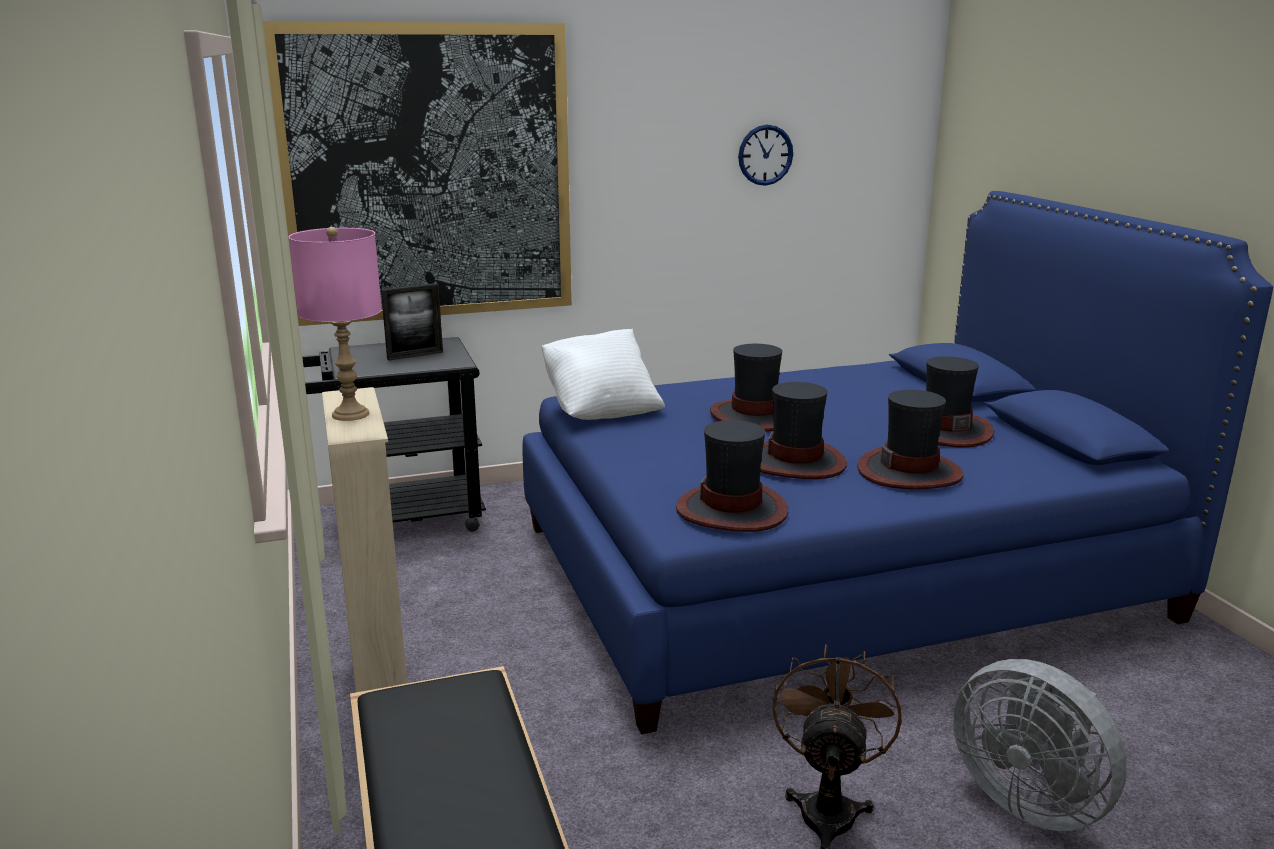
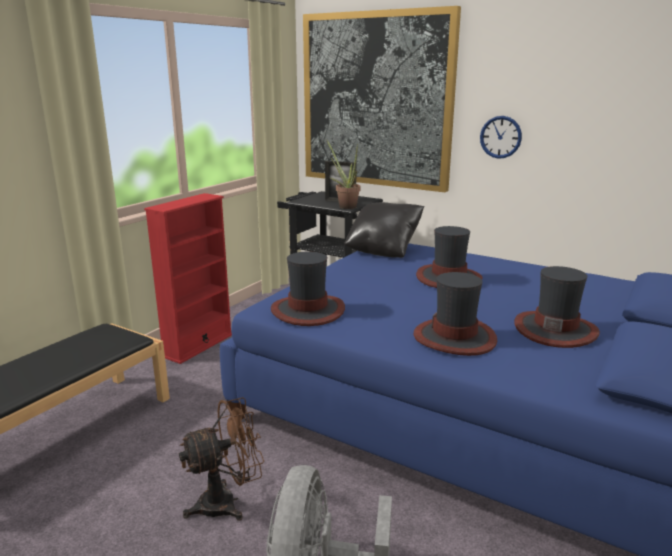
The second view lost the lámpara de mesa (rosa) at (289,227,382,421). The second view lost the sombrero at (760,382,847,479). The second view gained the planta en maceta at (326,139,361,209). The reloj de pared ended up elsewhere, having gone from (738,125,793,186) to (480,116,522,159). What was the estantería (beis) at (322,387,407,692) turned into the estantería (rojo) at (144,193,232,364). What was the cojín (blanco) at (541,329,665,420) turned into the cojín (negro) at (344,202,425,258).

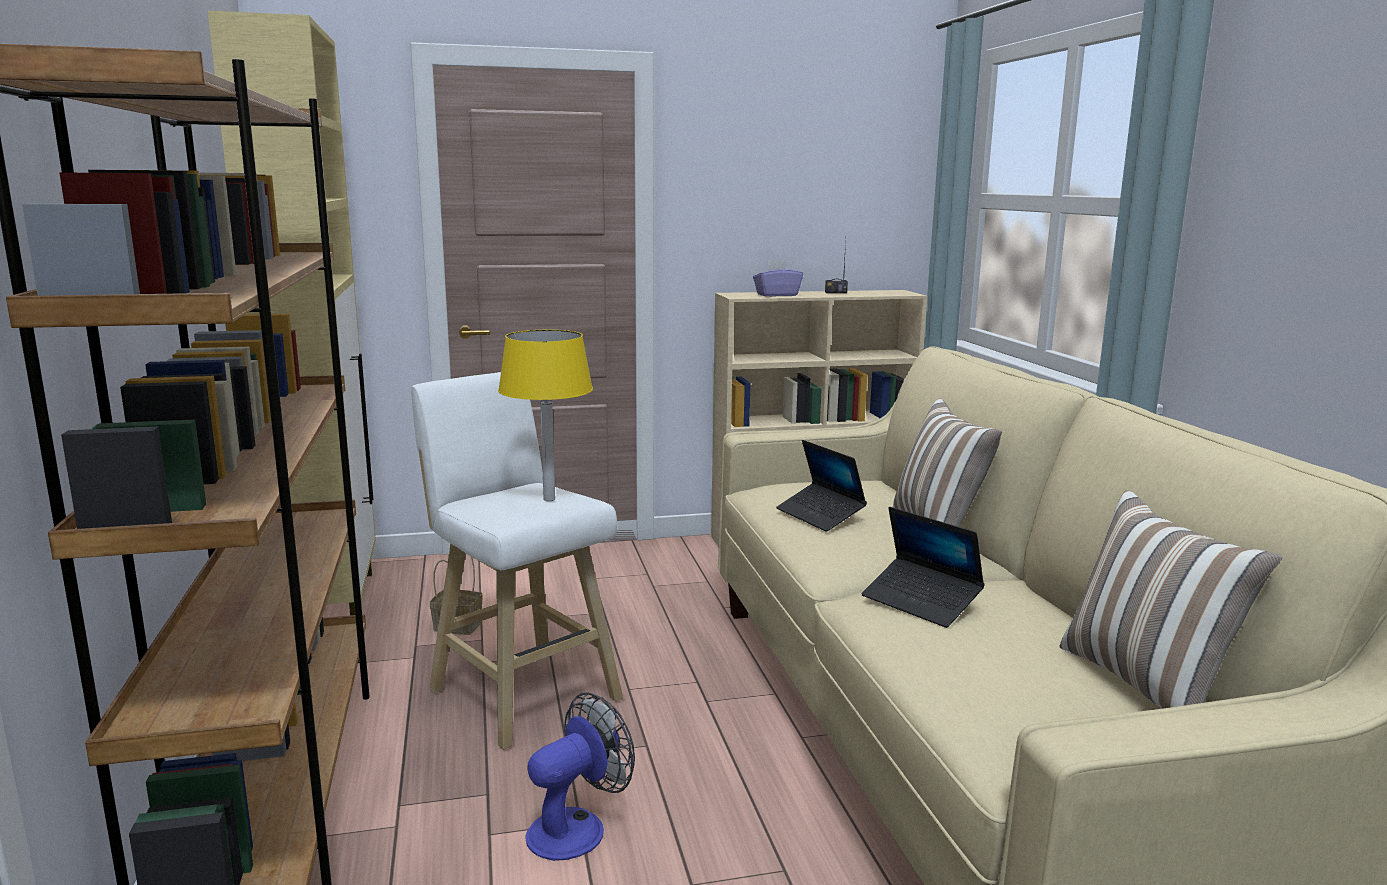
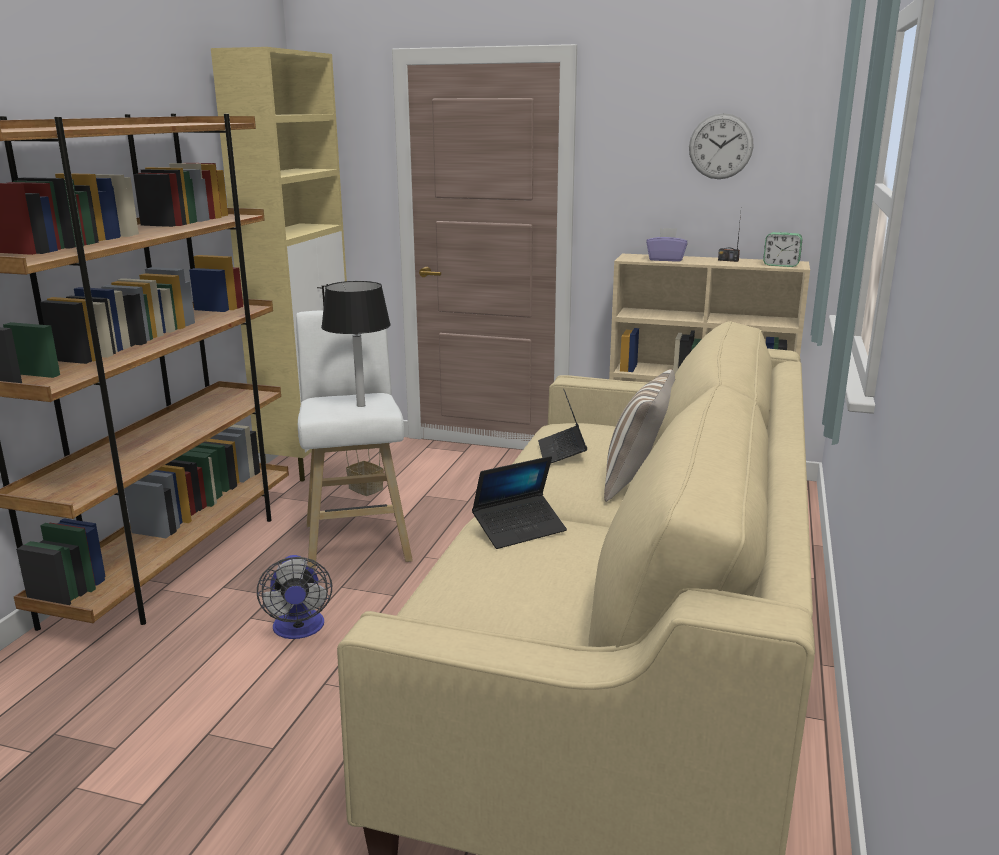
The second view lost the cojín at (1059,490,1283,709). The second view gained the reloj de pared at (689,113,753,179). The second view gained the despertador at (763,232,803,267). What was the lámpara de mesa (amarillo) at (498,330,593,501) turned into the lámpara de mesa (negro) at (321,281,391,407). The ventilador at (525,692,635,861) ended up facing another way, 90 degrees clockwise from before. The portátil at (862,507,985,628) ended up facing another way, 105 degrees counterclockwise from before.

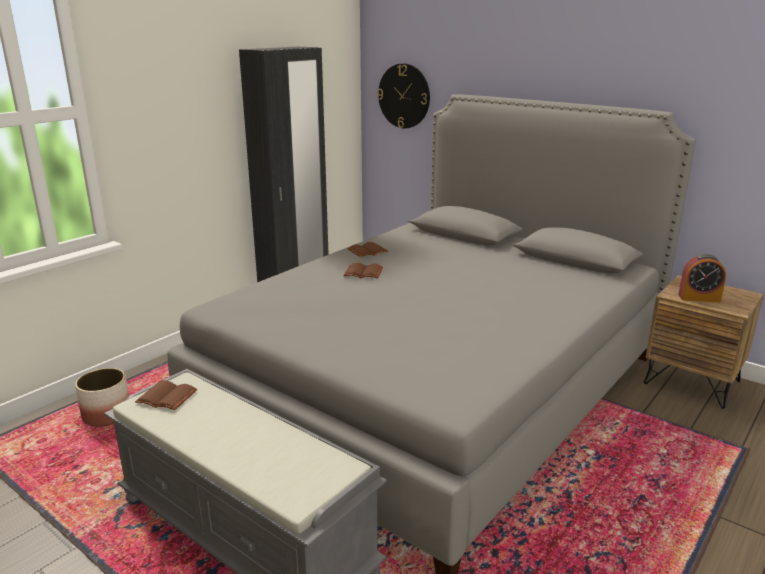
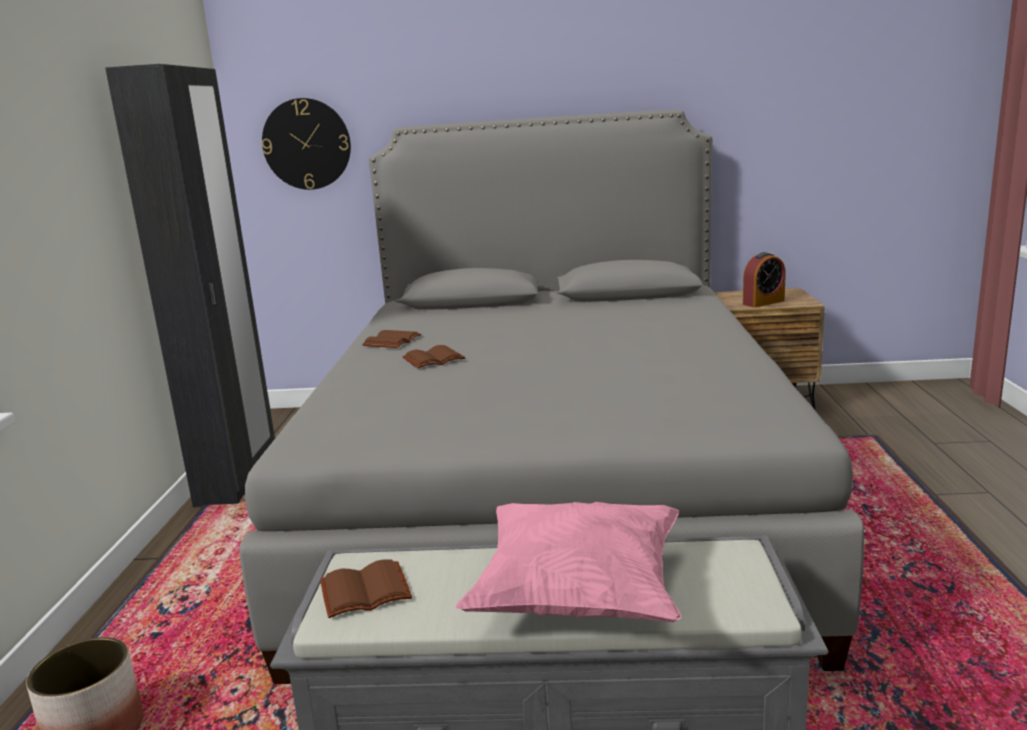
The second view gained the cojín (rosa) at (456,502,681,622).

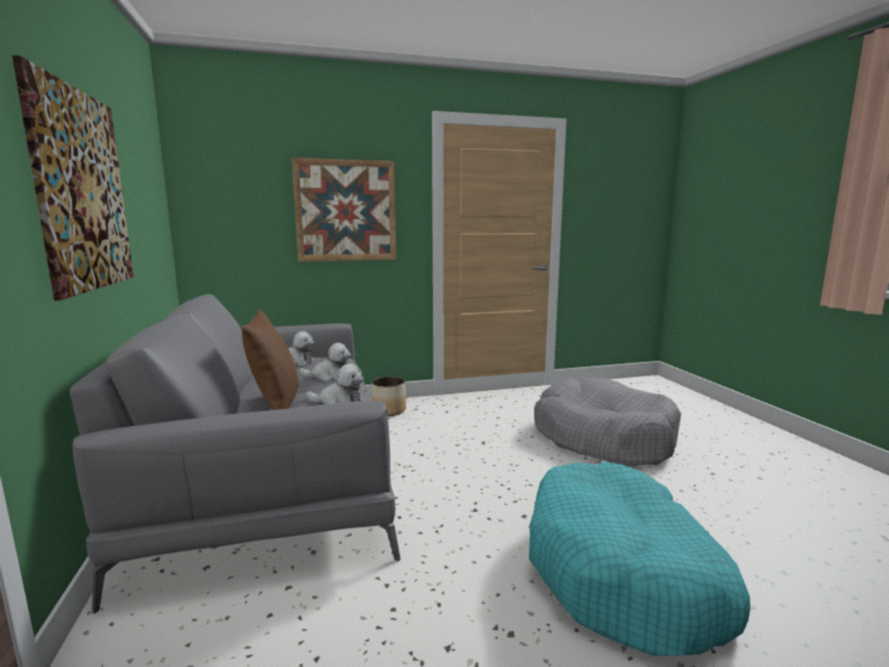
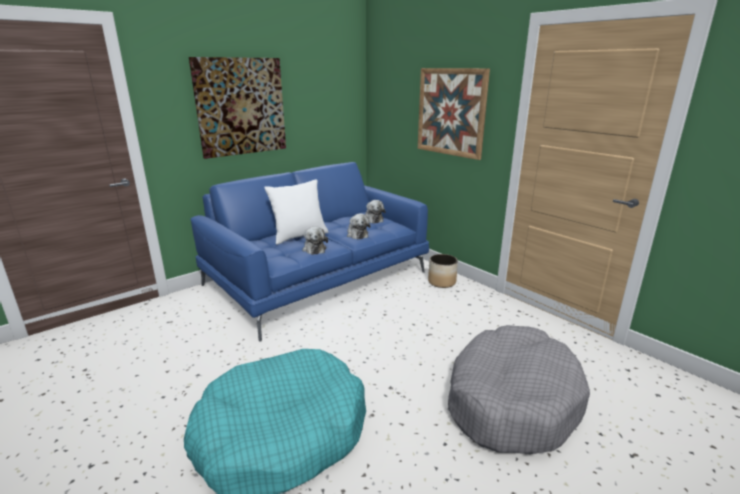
What was the sofá (gris) at (70,294,400,614) turned into the sofá (azul) at (190,162,429,341). What was the cojín (marrón) at (241,309,298,410) turned into the cojín (blanco) at (264,179,328,245).

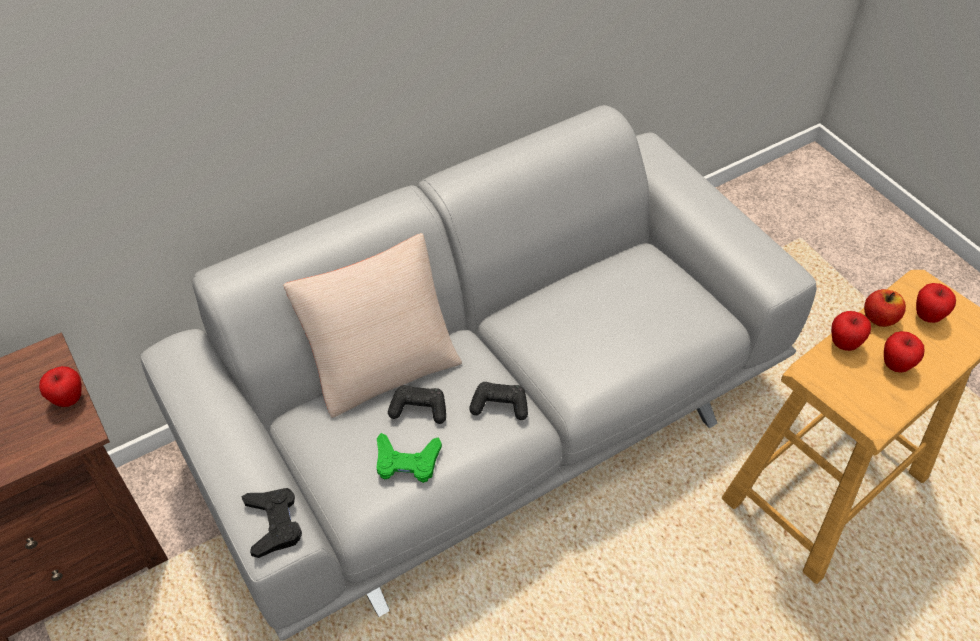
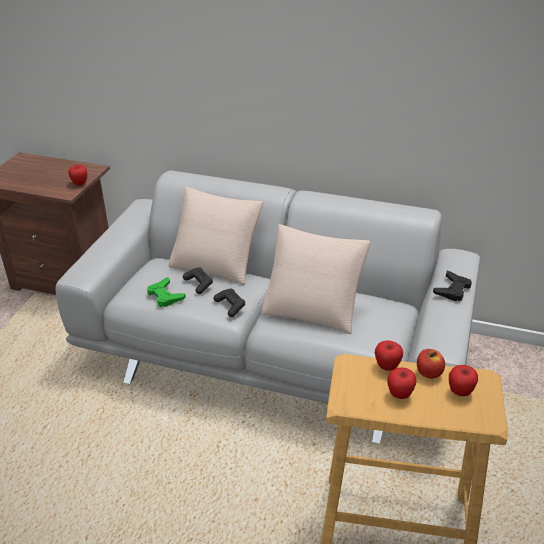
The second view gained the cojín (beis) at (261,224,370,334). The mando de consola (negro) ended up elsewhere, having gone from (241,488,302,558) to (433,271,472,301).

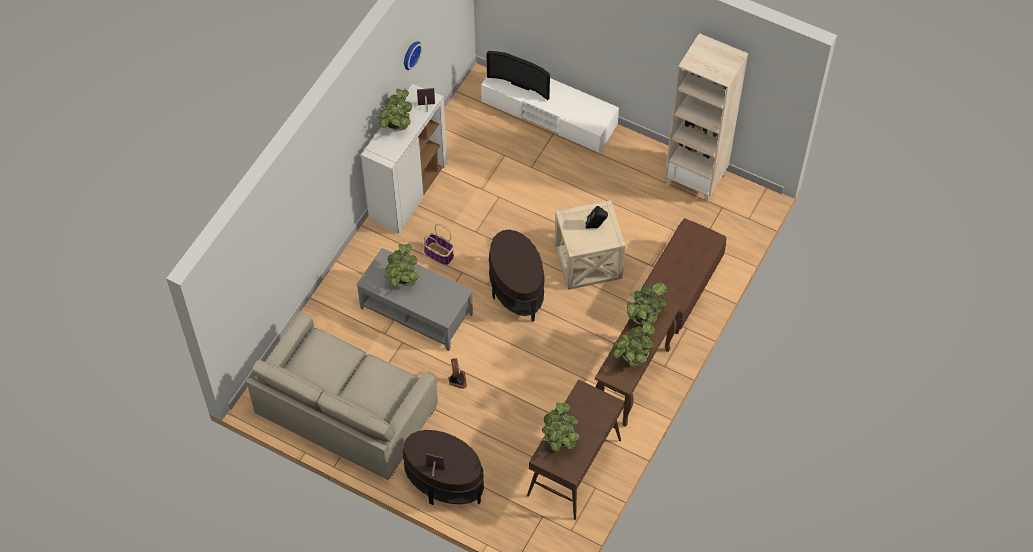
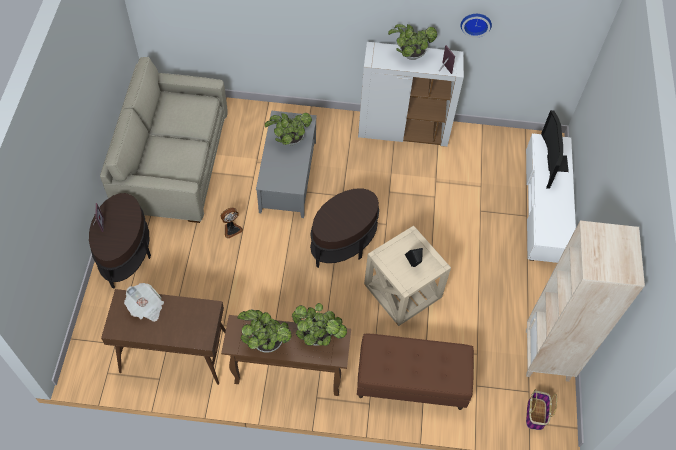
The cesta ended up elsewhere, having gone from (423,224,454,265) to (526,389,557,430). Where the planta en maceta stood at (542,403,580,452), the periódico came to stand at (124,283,164,322).

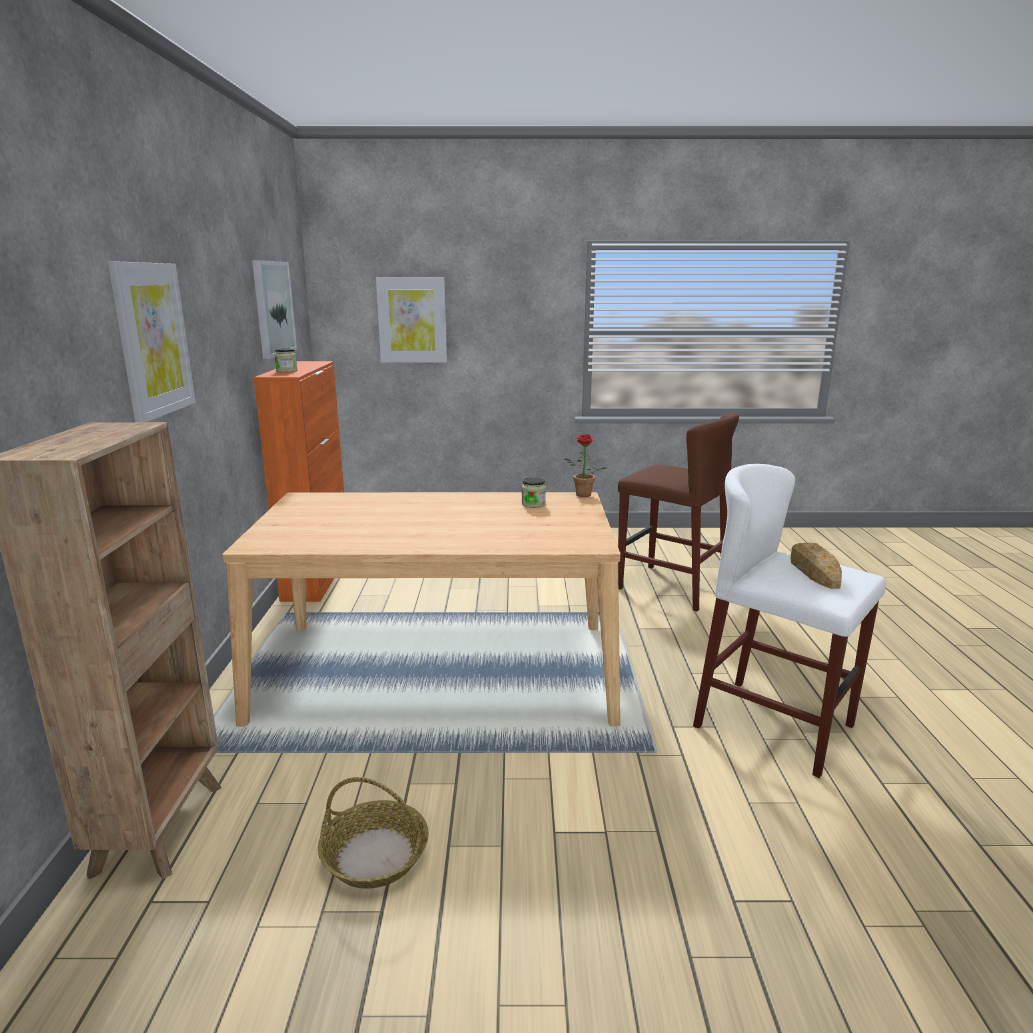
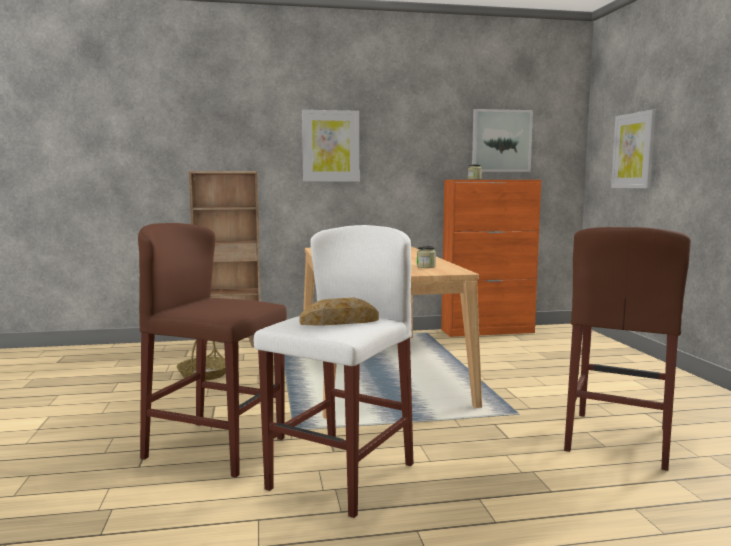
The second view lost the planta en maceta at (564,434,607,497). The second view gained the taburete (marrón) at (138,223,287,478).

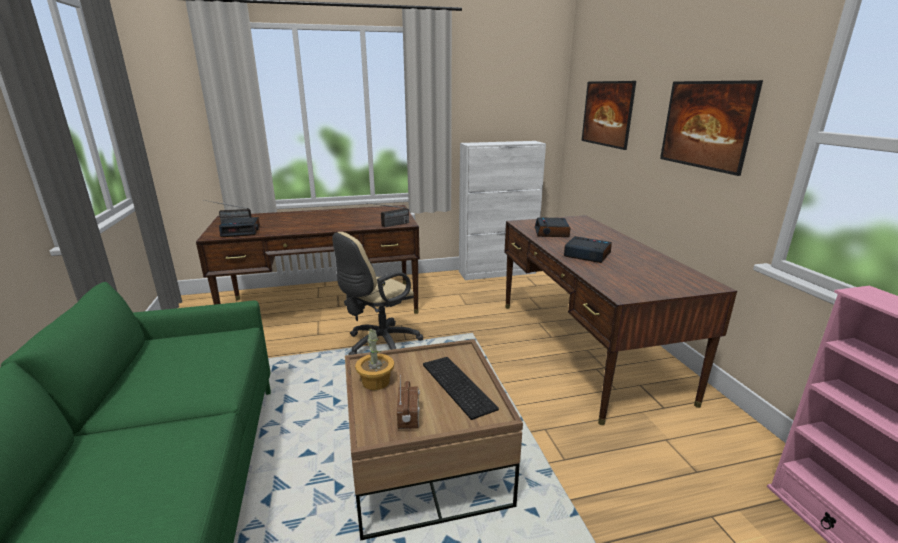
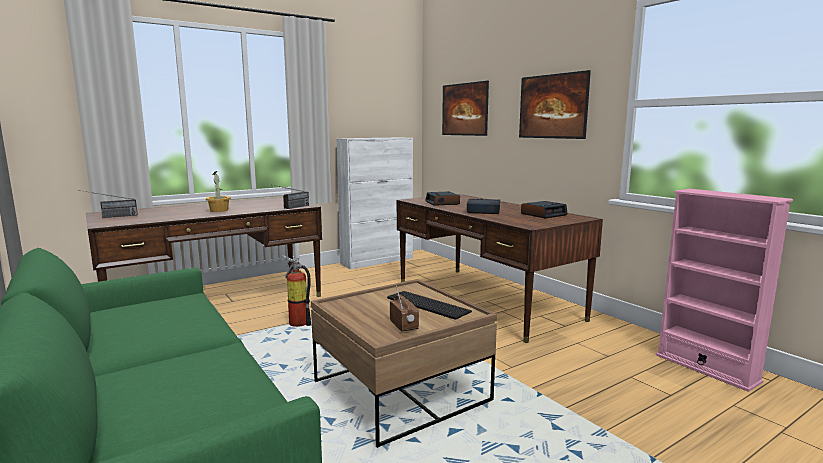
The despertador ended up elsewhere, having gone from (219,217,260,237) to (521,201,567,218). The planta en maceta ended up elsewhere, having gone from (355,327,394,390) to (206,171,231,212). Where the silla de oficina (beis) stood at (332,232,423,355), the extintor came to stand at (282,255,311,327).

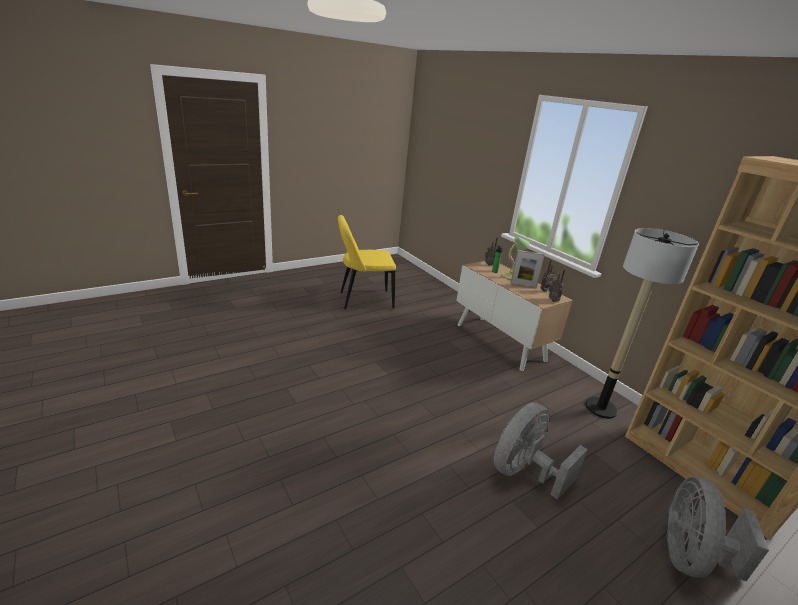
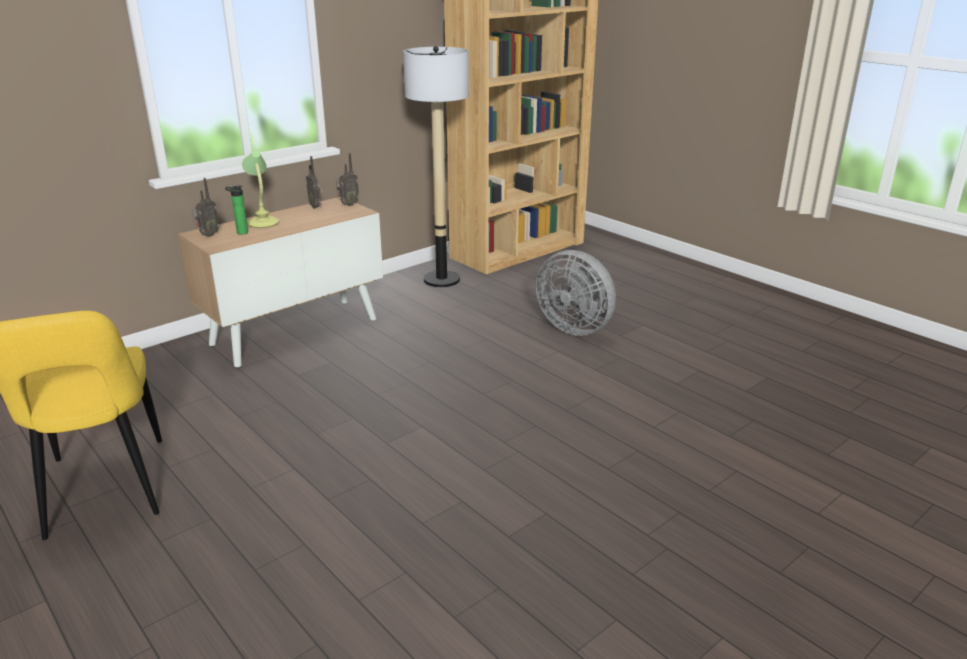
The second view lost the portarretratos at (510,250,545,288). The second view lost the ventilador (gris) at (666,477,769,581).

